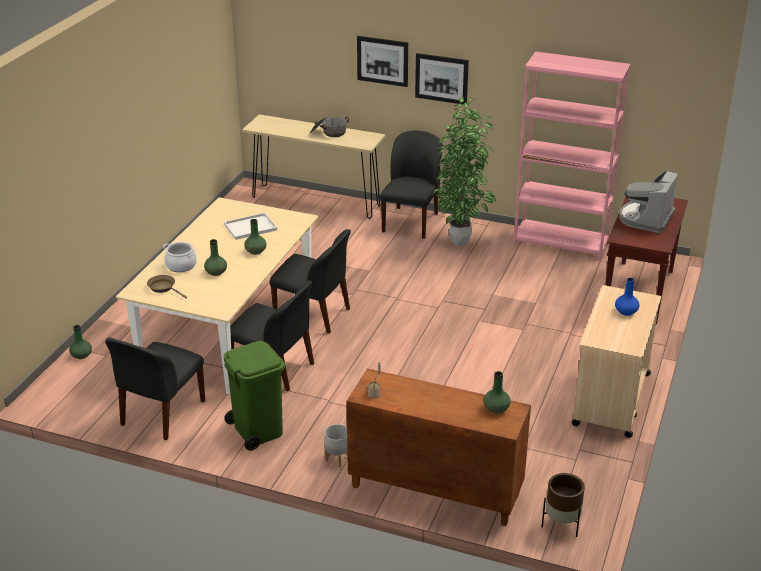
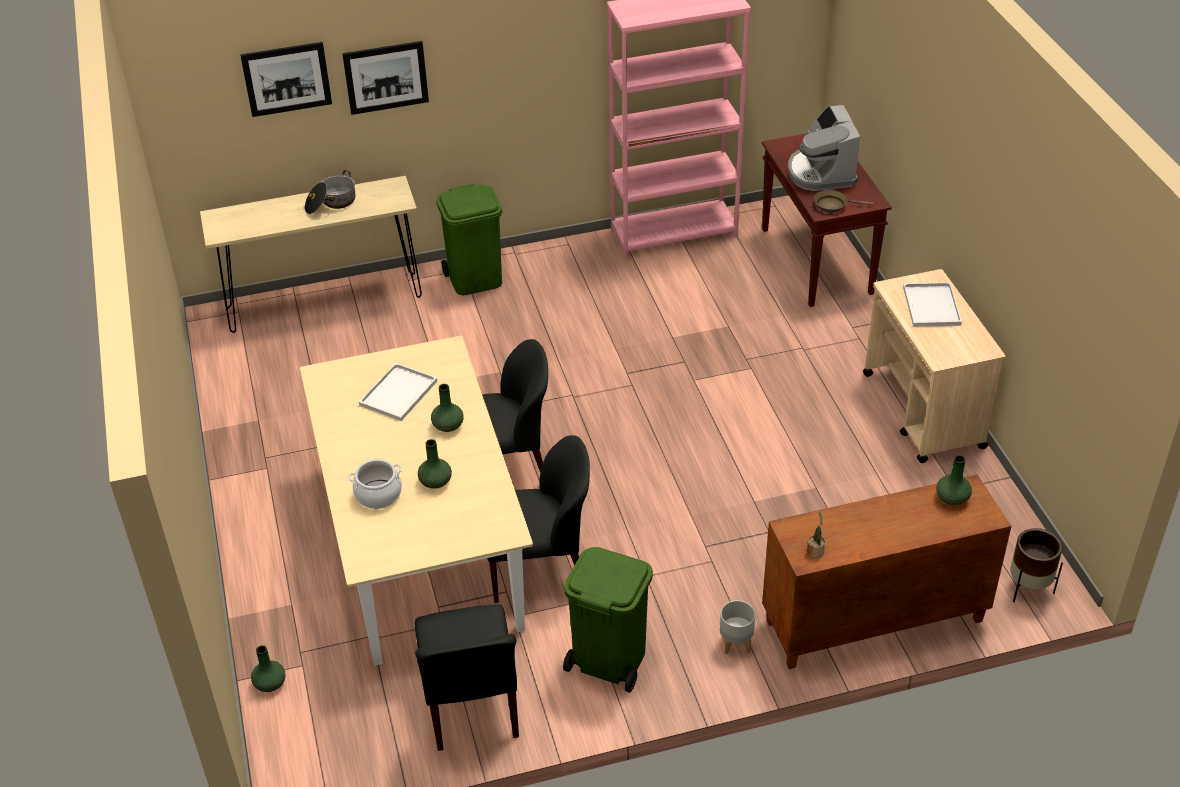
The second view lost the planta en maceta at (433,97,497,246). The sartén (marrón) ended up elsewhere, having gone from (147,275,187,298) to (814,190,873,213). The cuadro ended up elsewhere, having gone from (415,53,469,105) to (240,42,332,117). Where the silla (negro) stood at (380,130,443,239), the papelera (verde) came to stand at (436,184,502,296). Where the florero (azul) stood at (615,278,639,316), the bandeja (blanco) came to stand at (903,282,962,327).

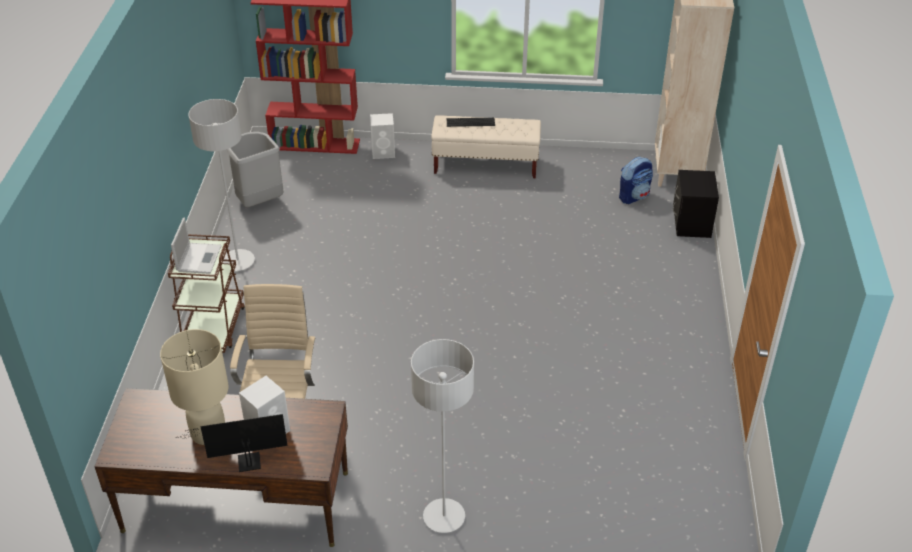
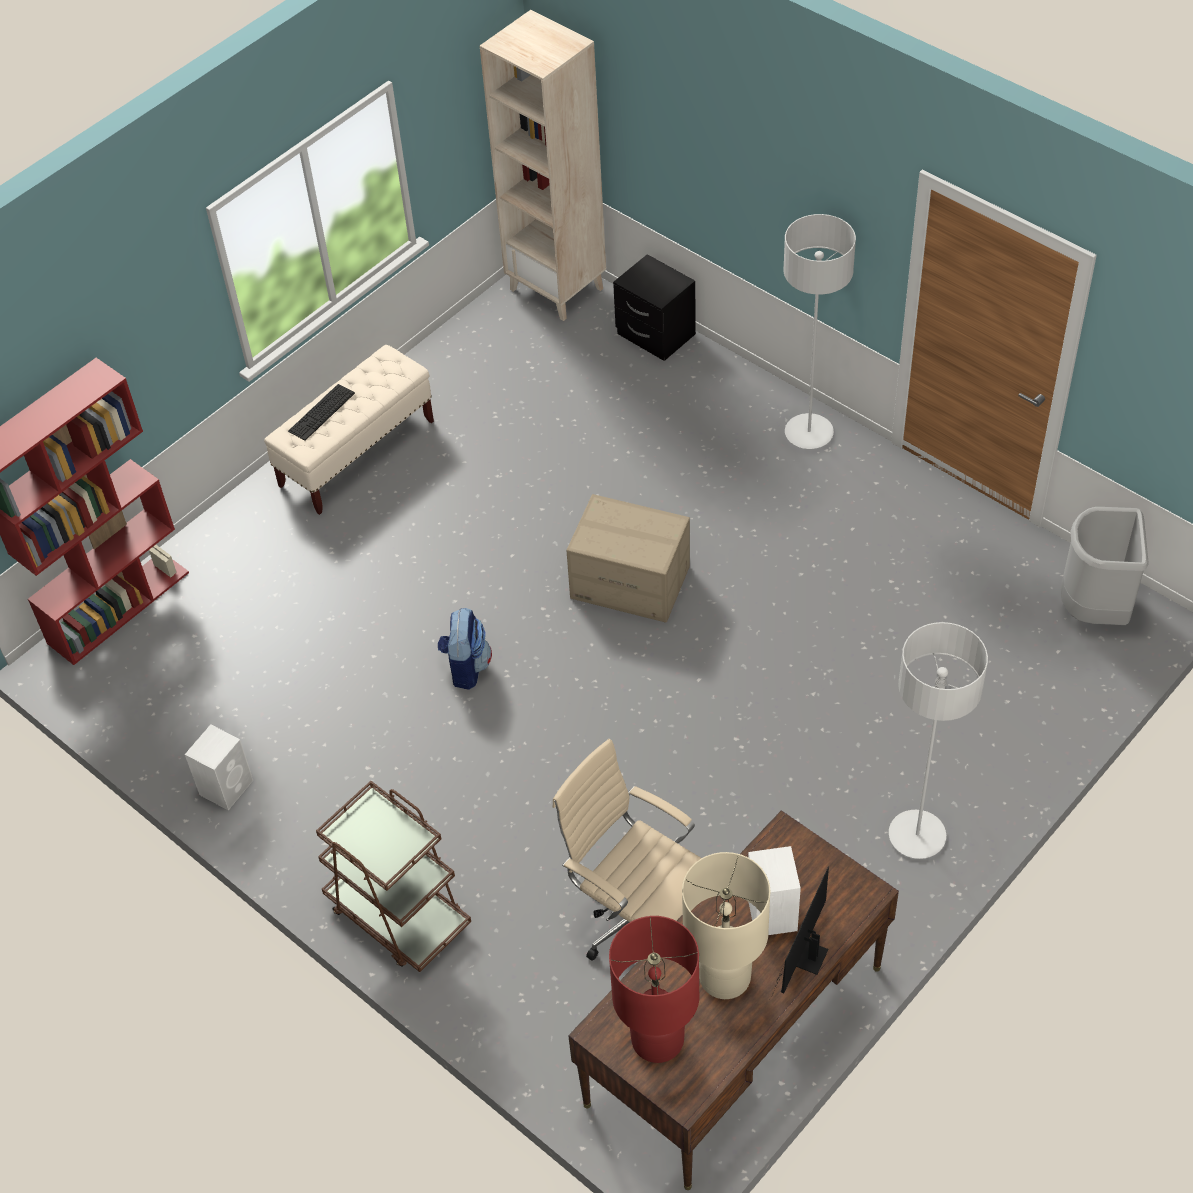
The second view lost the portátil at (171,218,222,274). The second view gained the caja de cartón at (566,494,690,623). The second view gained the lámpara de mesa (rojo) at (609,916,700,1063). The lámpara de pie (gris) ended up elsewhere, having gone from (188,99,255,271) to (784,214,856,449). The papelera (gris) ended up elsewhere, having gone from (226,132,284,207) to (1061,507,1148,625). The altavoz (blanco) ended up elsewhere, having gone from (370,113,395,159) to (185,724,253,810). The mochila ended up elsewhere, having gone from (619,157,653,204) to (438,608,492,690).

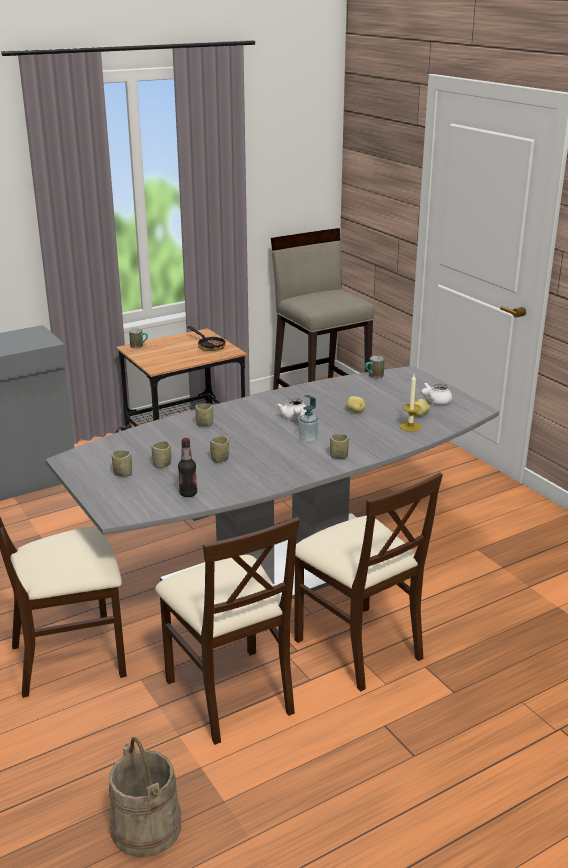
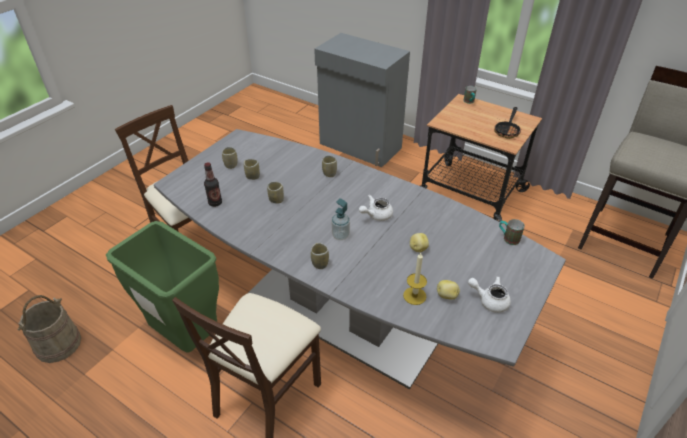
Where the silla (beis) stood at (155,517,300,745), the papelera (verde) came to stand at (106,221,219,353).

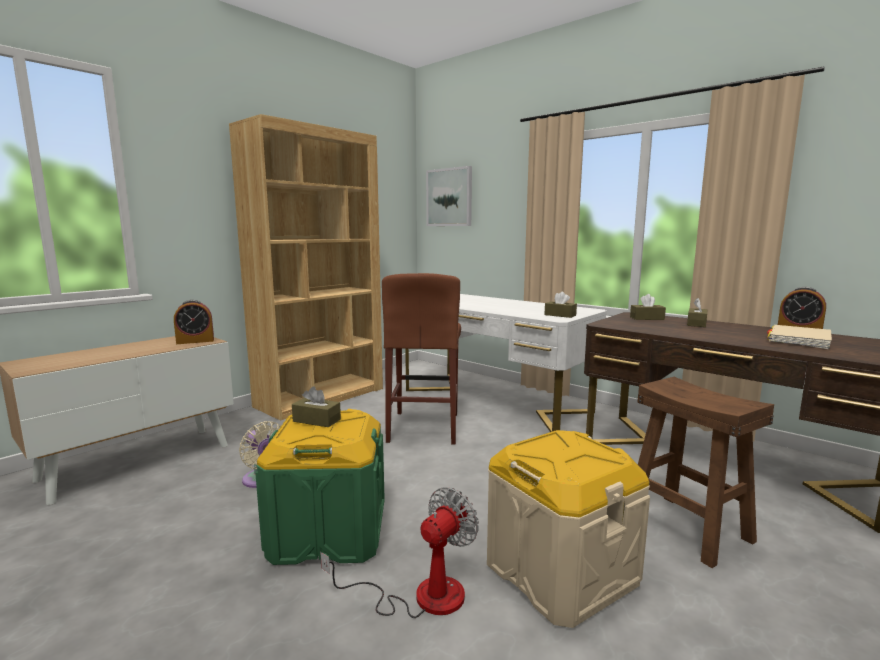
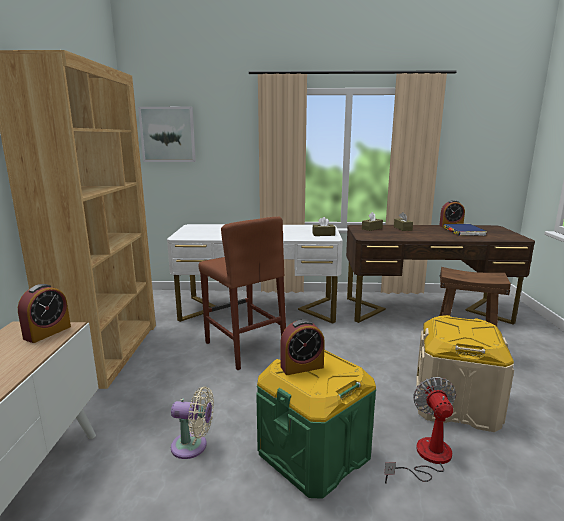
Where the caja de pañuelos (marrón) stood at (292,387,341,427), the despertador came to stand at (281,319,325,375). What was the libro (beis) at (767,325,832,349) turned into the libro (azul) at (443,224,486,236).

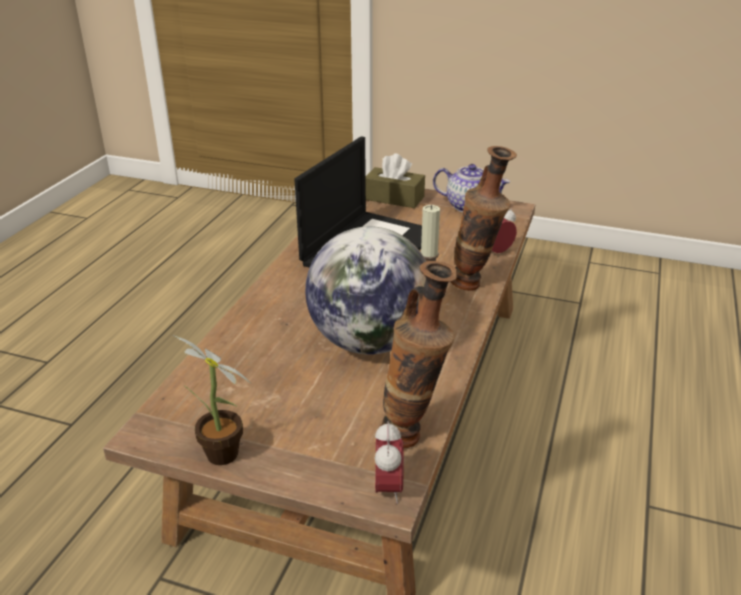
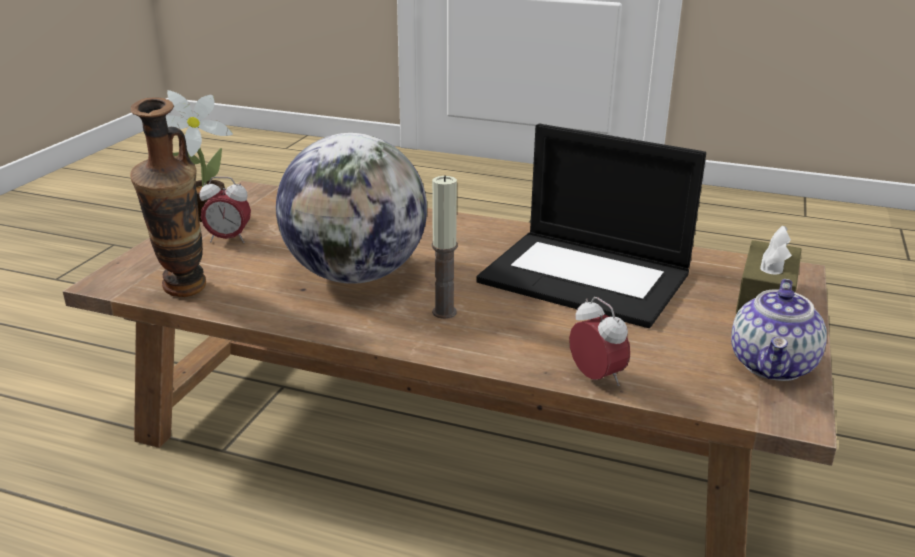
The second view lost the florero at (451,146,517,291). The despertador ended up elsewhere, having gone from (375,421,404,504) to (200,177,251,243).

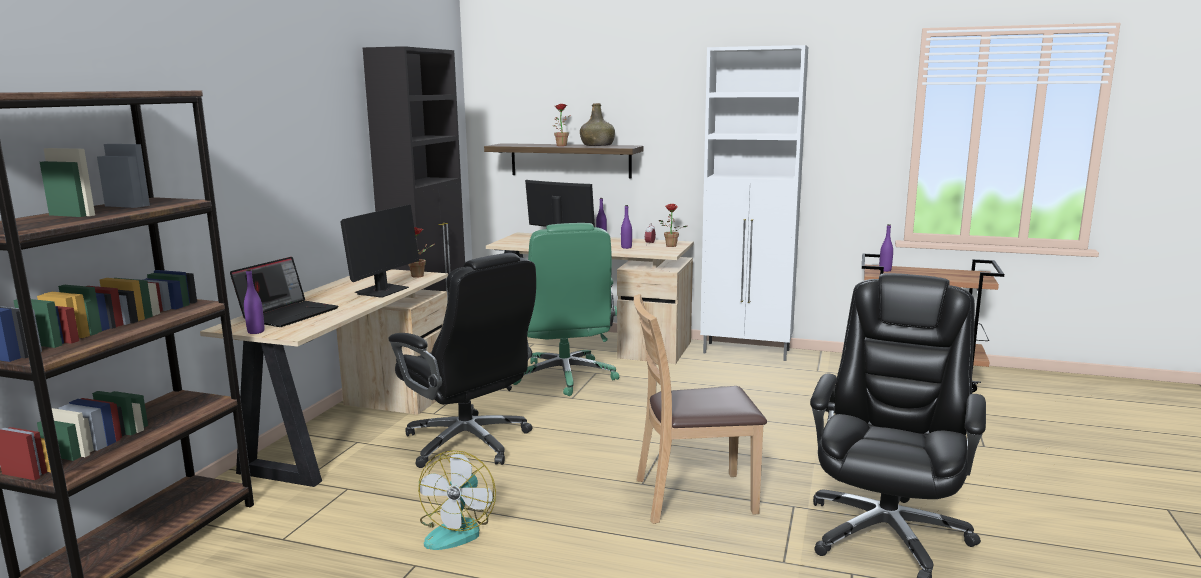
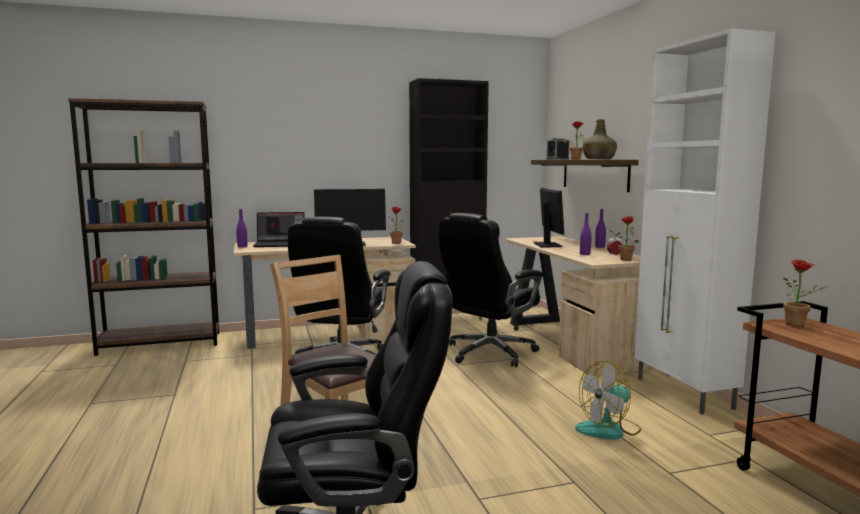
The second view gained the despertador at (546,138,570,160). The ventilador ended up elsewhere, having gone from (418,450,496,550) to (575,361,641,440). Where the botella (morado) stood at (879,224,893,272), the planta en maceta came to stand at (783,260,827,327). What was the silla de oficina (verde) at (513,223,619,396) turned into the silla de oficina (negro) at (438,213,543,368).

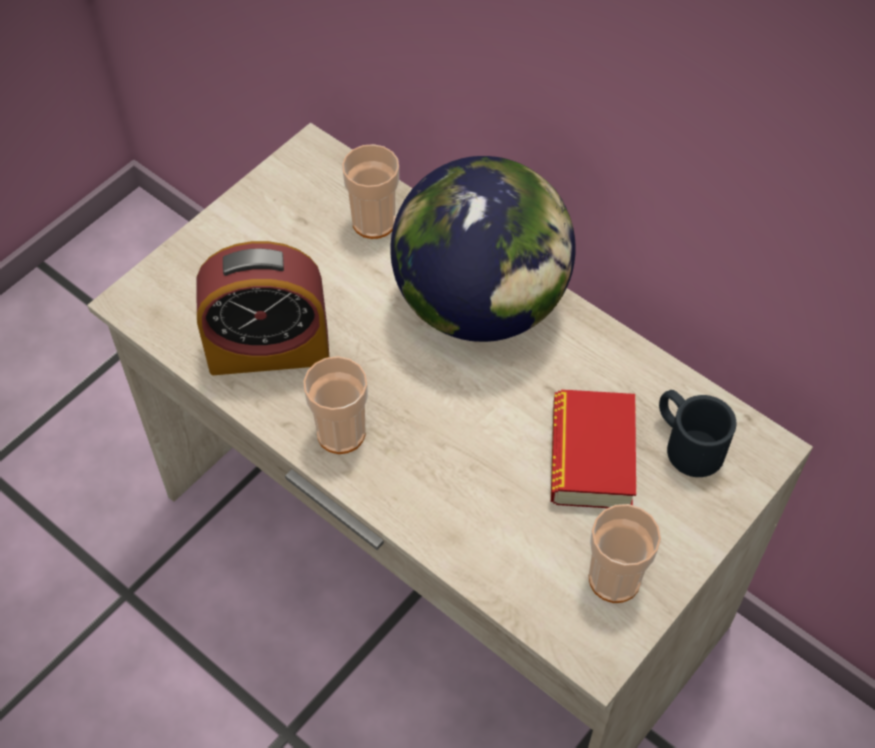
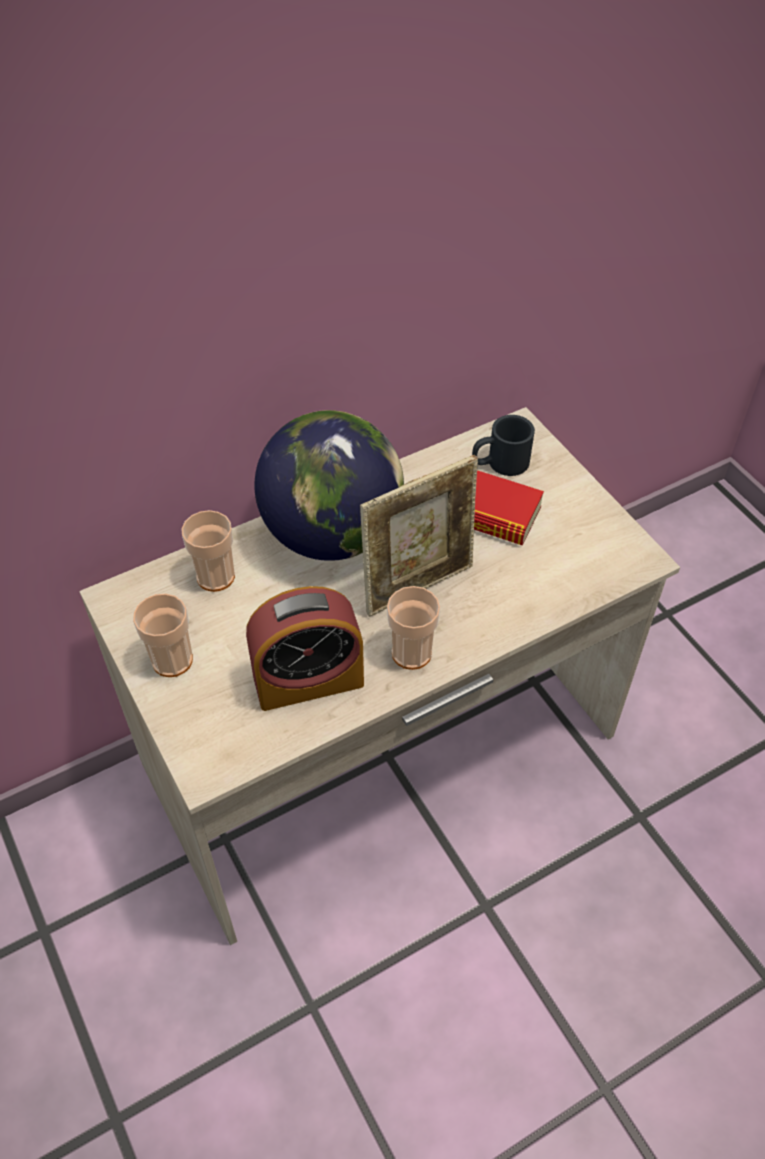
The second view gained the portarretratos at (360,455,478,617). The taza ended up elsewhere, having gone from (589,504,661,603) to (133,593,193,677). The despertador at (196,241,329,375) ended up facing another way, 60 degrees clockwise from before.

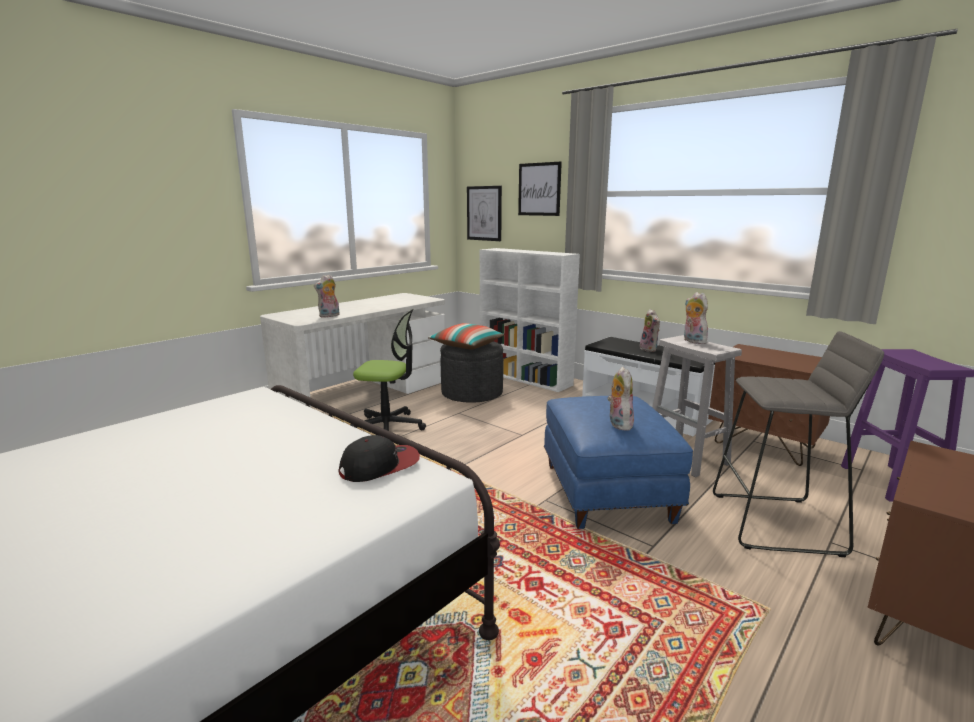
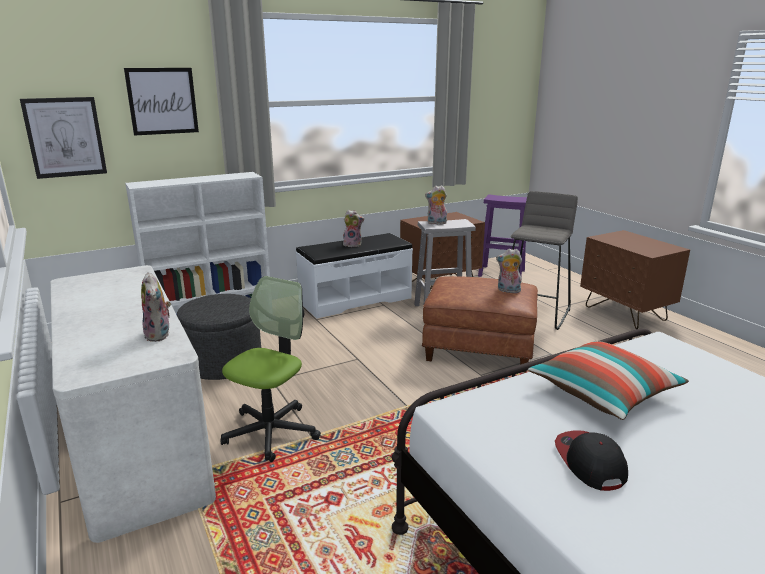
The gorra ended up elsewhere, having gone from (338,435,420,482) to (555,430,628,491). The cojín ended up elsewhere, having gone from (428,323,504,349) to (528,341,689,420). What was the puf (azul) at (544,396,693,529) turned into the puf (marrón) at (422,276,538,372).

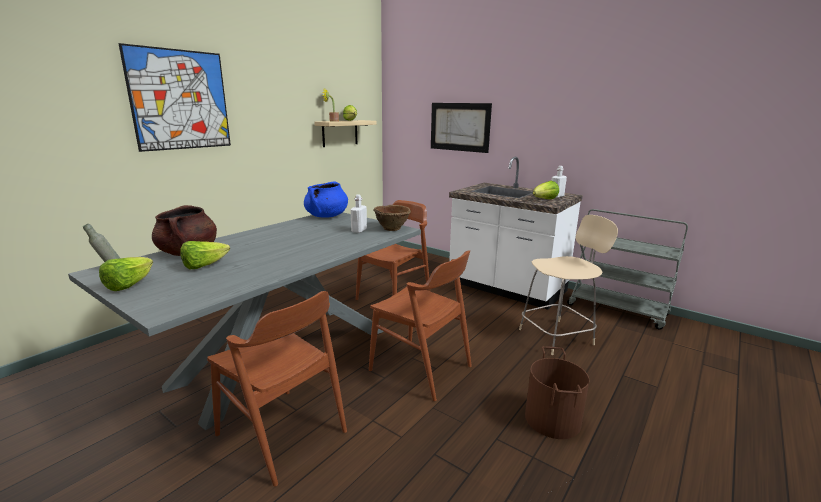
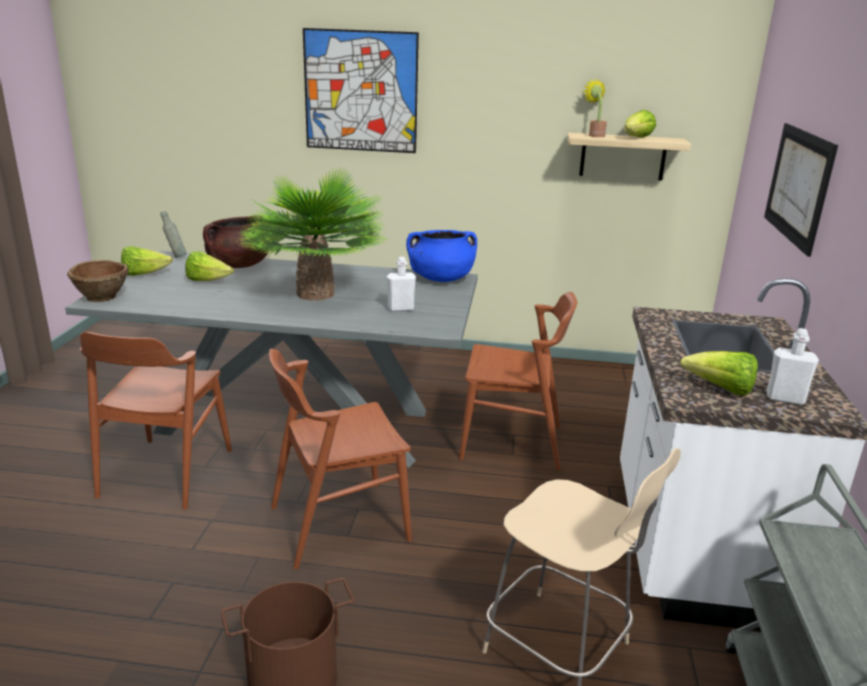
The second view gained the planta en maceta at (237,168,386,301). The cuenco (marrón) ended up elsewhere, having gone from (373,205,411,231) to (67,260,128,302). The silla (marrón) at (369,250,472,401) ended up facing another way, 60 degrees clockwise from before.

